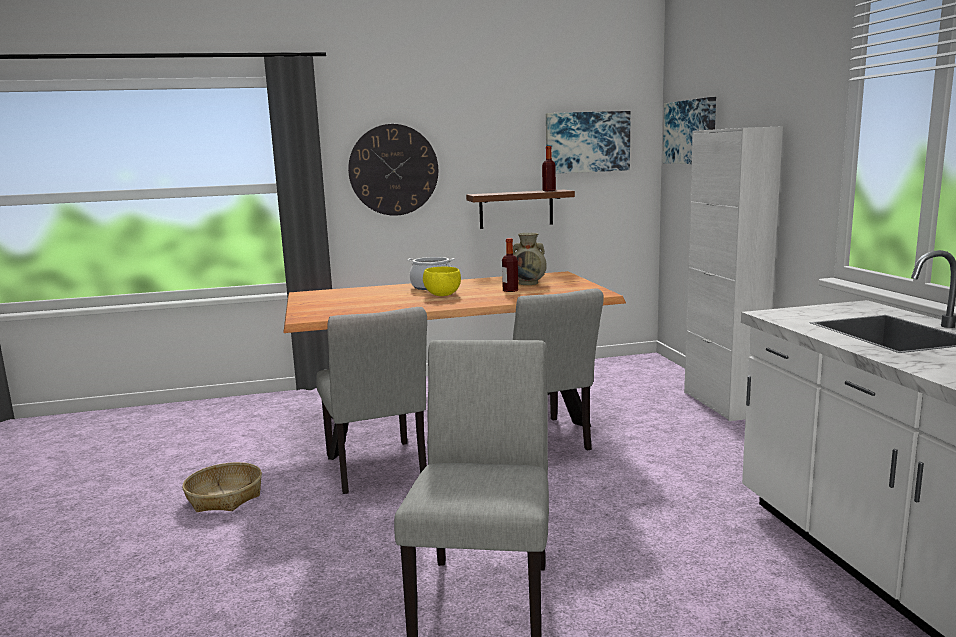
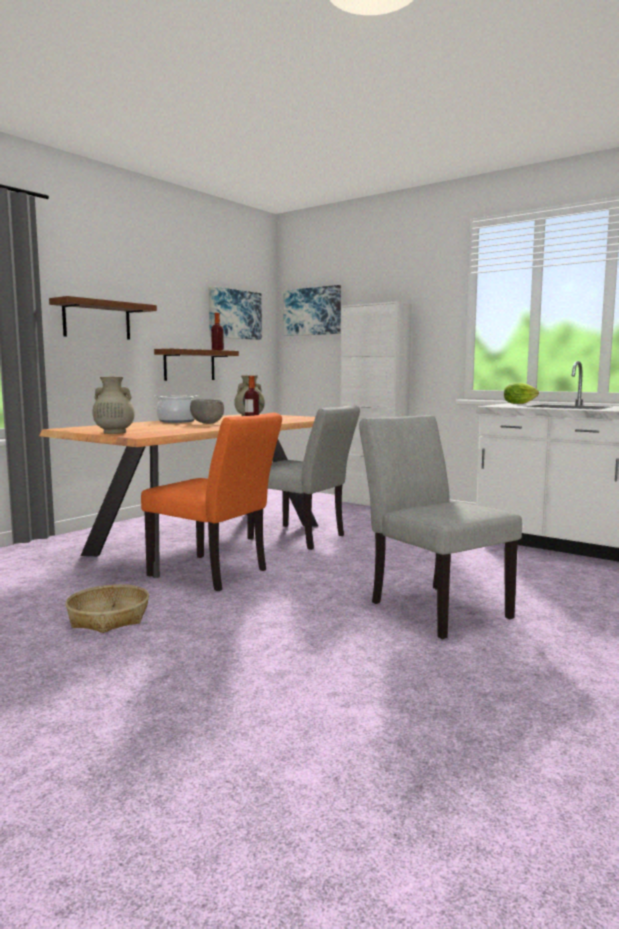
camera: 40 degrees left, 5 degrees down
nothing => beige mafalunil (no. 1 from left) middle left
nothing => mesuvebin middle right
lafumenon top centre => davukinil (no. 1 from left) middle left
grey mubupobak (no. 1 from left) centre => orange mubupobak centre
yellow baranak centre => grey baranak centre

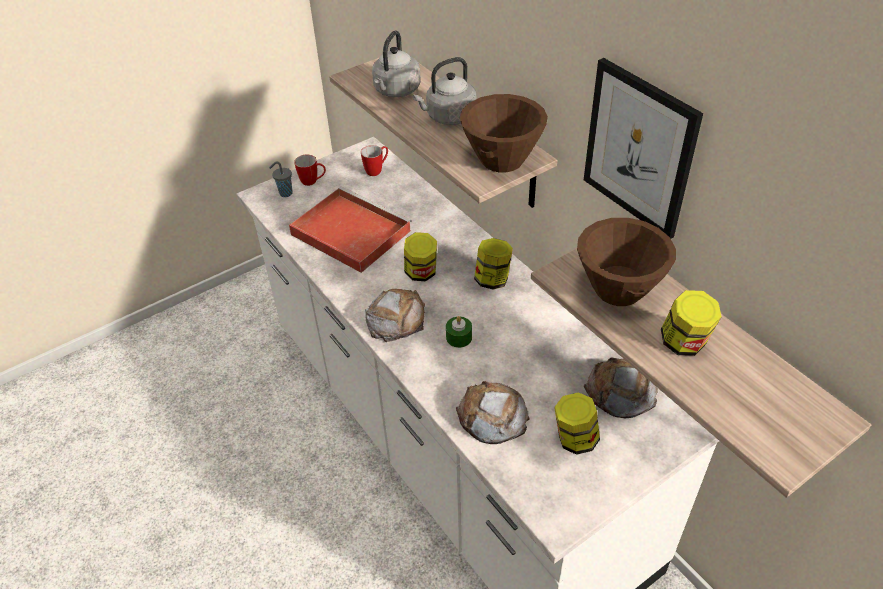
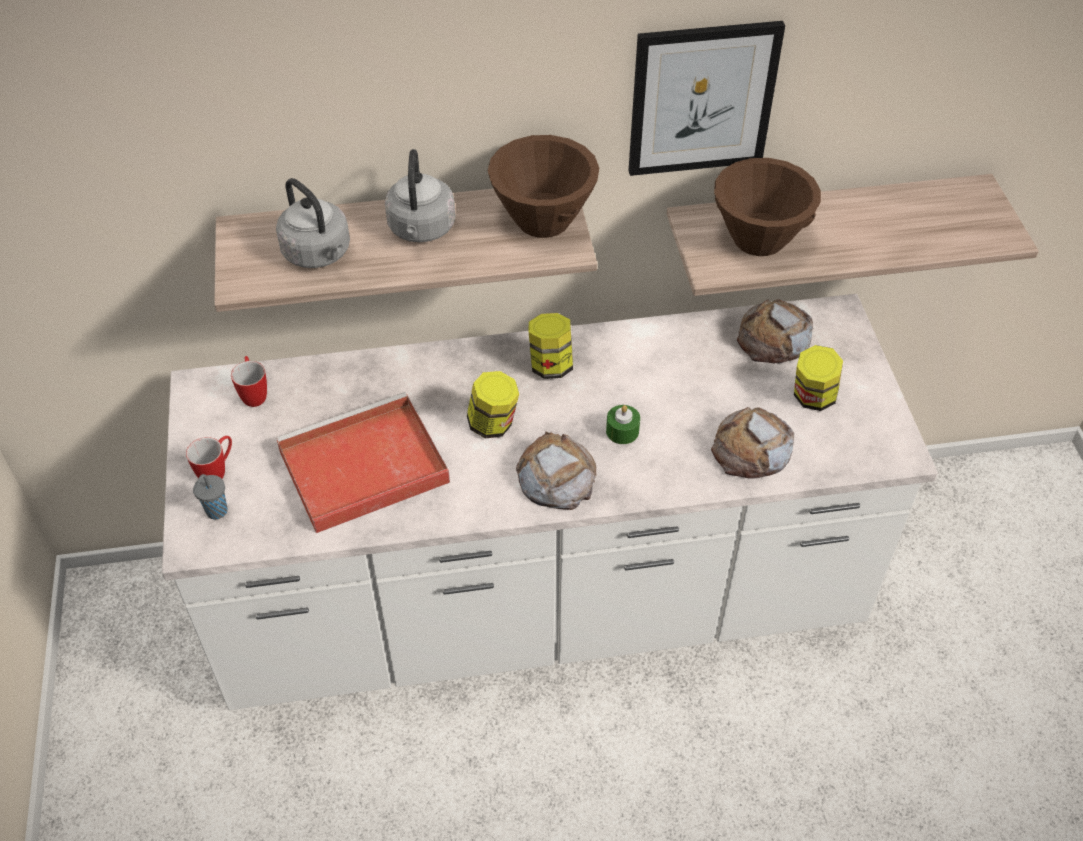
camera: 65 degrees left, 5 degrees up
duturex (no. 4 from left) middle right => nothing

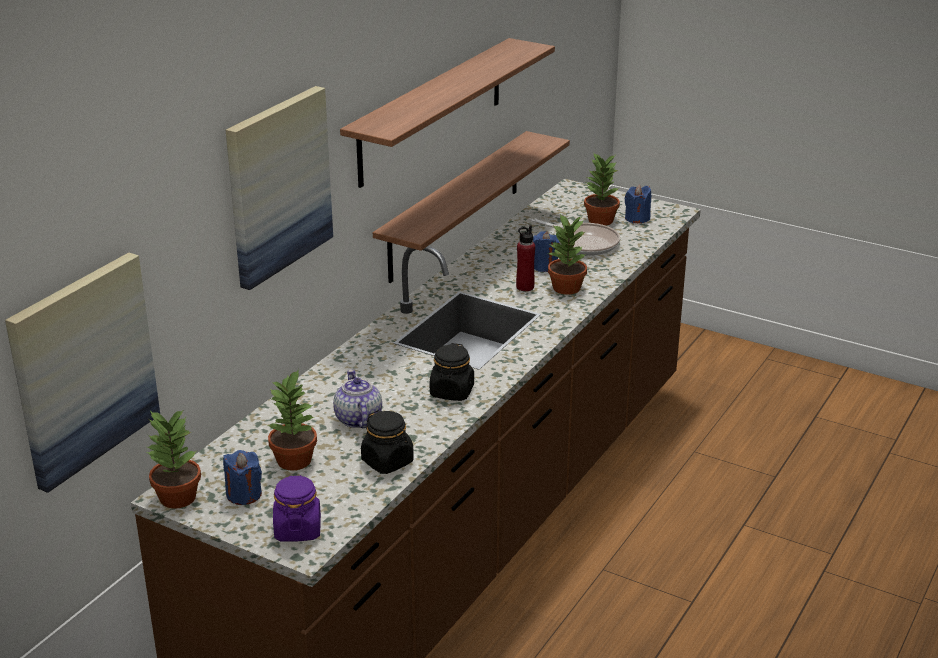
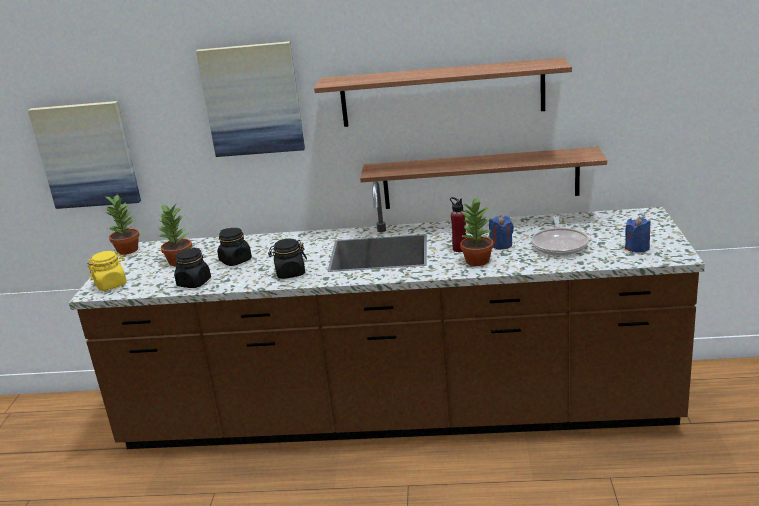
camera: 65 degrees right, 5 degrees down
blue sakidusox (no. 1 from left) bottom left => nothing
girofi (no. 4 from left) top centre => nothing
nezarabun centre => black duturex (no. 2 from left) middle left
purple duturex bottom left => yellow duturex middle left

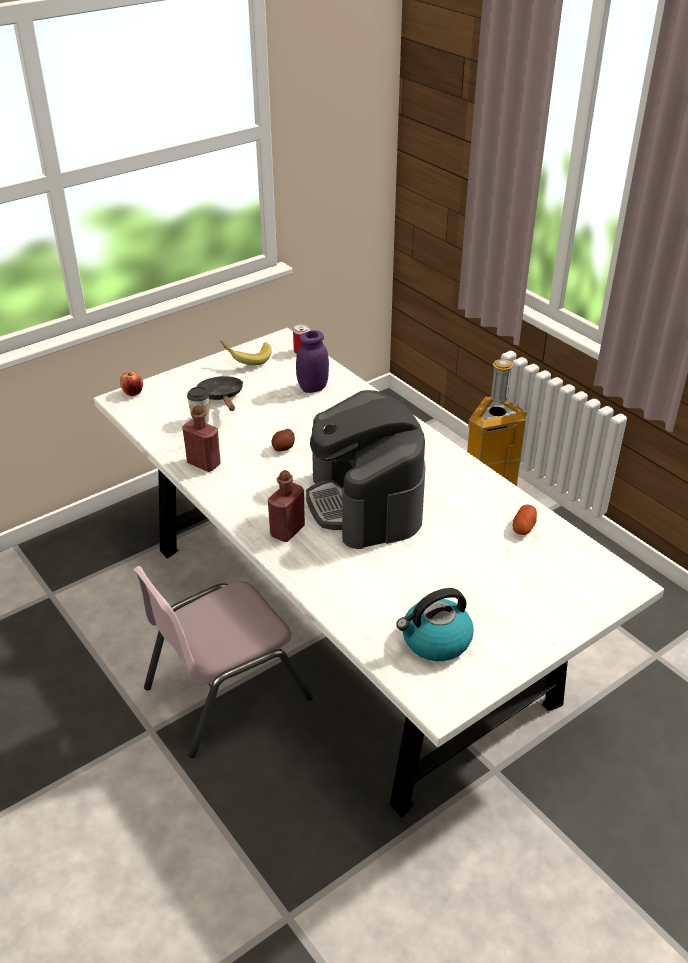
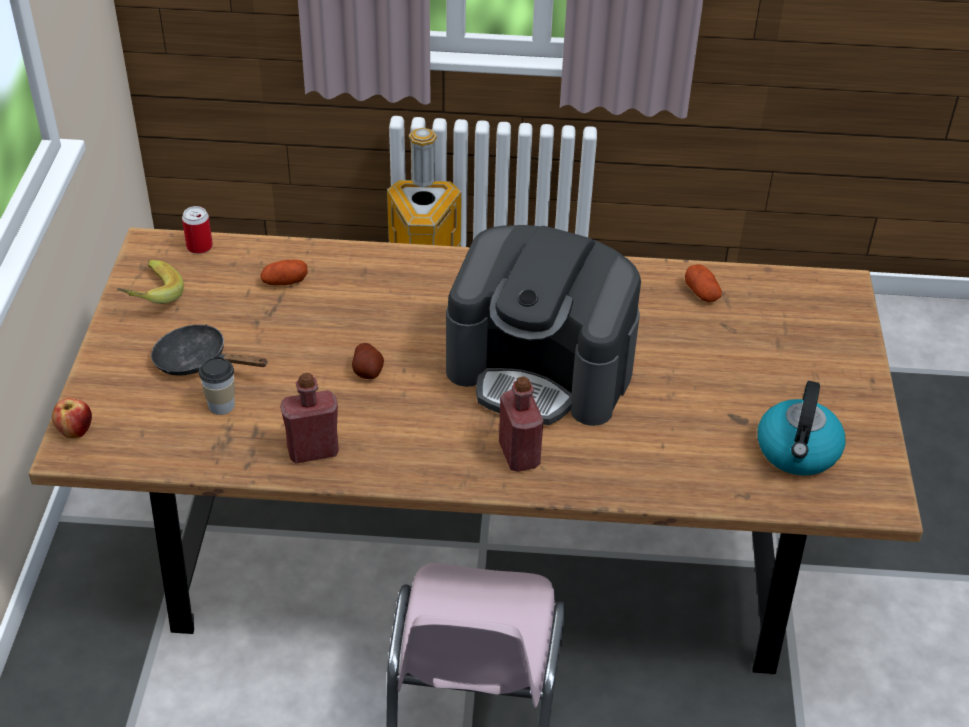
camera: 50 degrees left, 5 degrees up
purple duturex centre => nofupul (no. 1 from left) middle left
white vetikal centre => brown vetikal centre

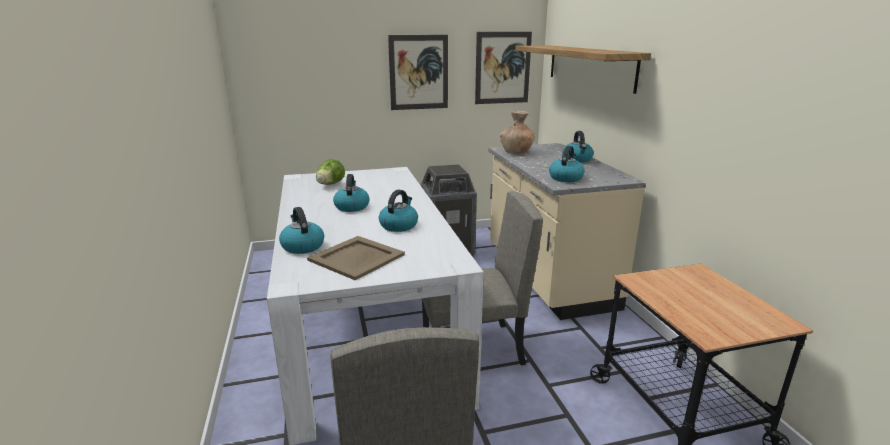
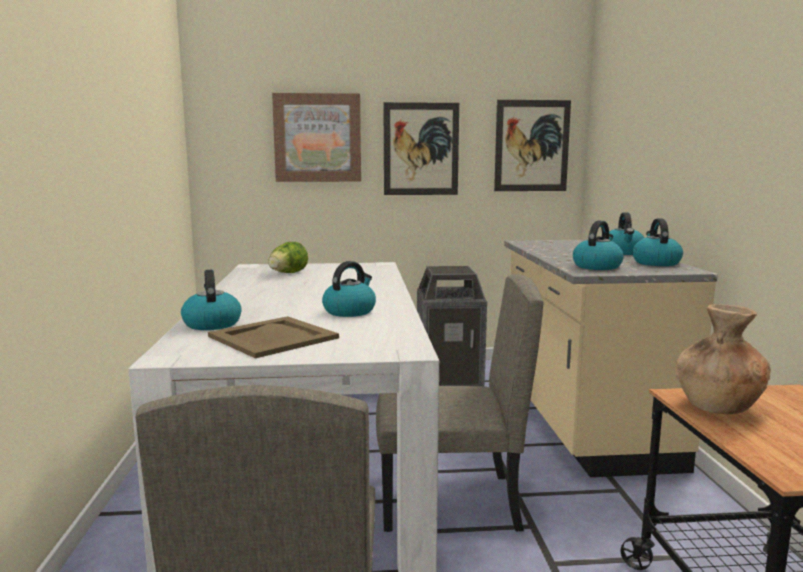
camera: 10 degrees right, 10 degrees down
davukinil top centre => nothing
nothing => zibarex (no. 1 from left) top centre
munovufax (no. 2 from left in the first image) centre => munovufax (no. 5 from left) middle right, relocated
brown mafalunil top centre => brown mafalunil middle right, relocated

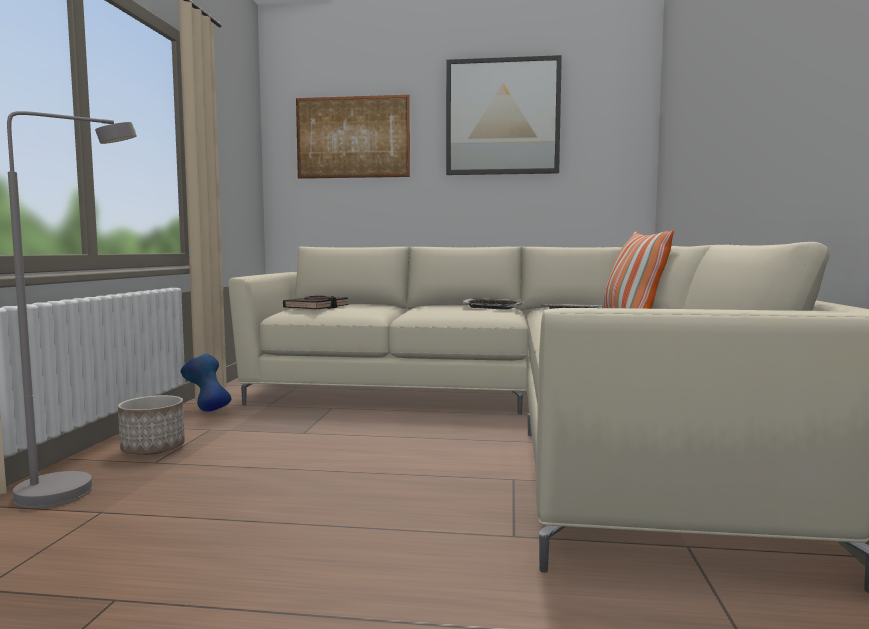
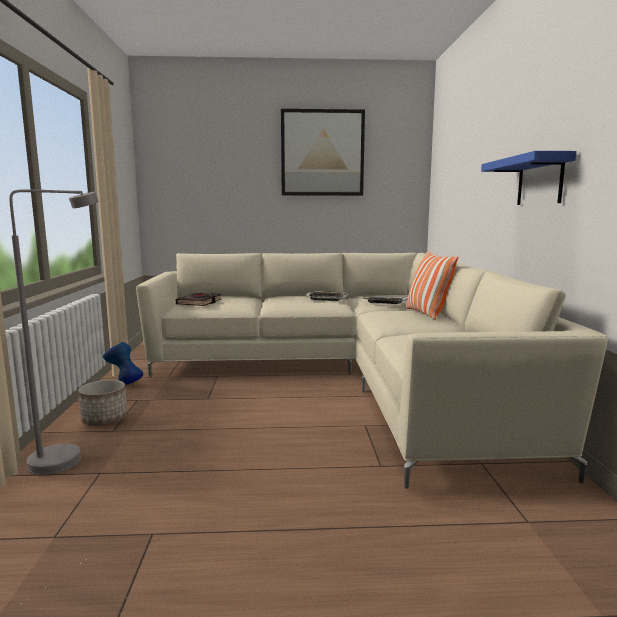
camera: 10 degrees left, 5 degrees up
zibarex (no. 1 from left) top centre => nothing
nothing => blue davukinil top right

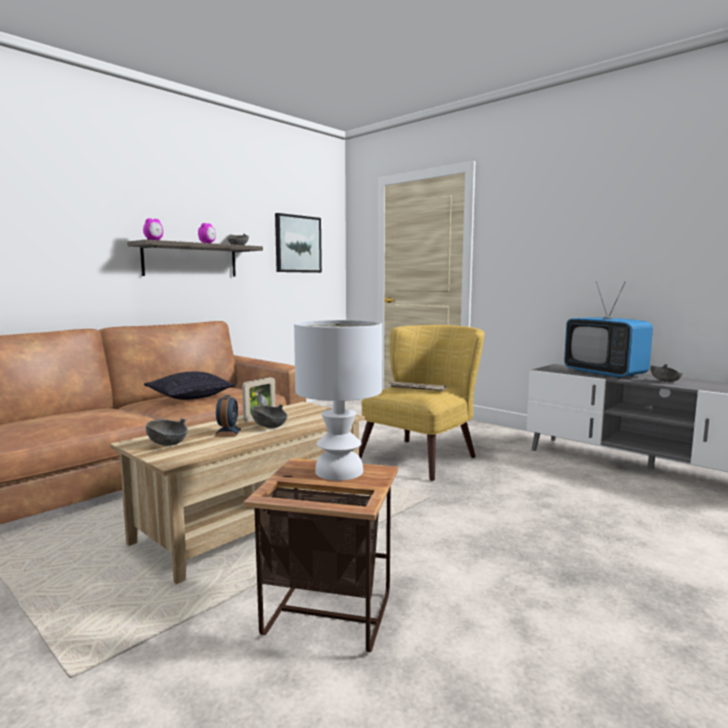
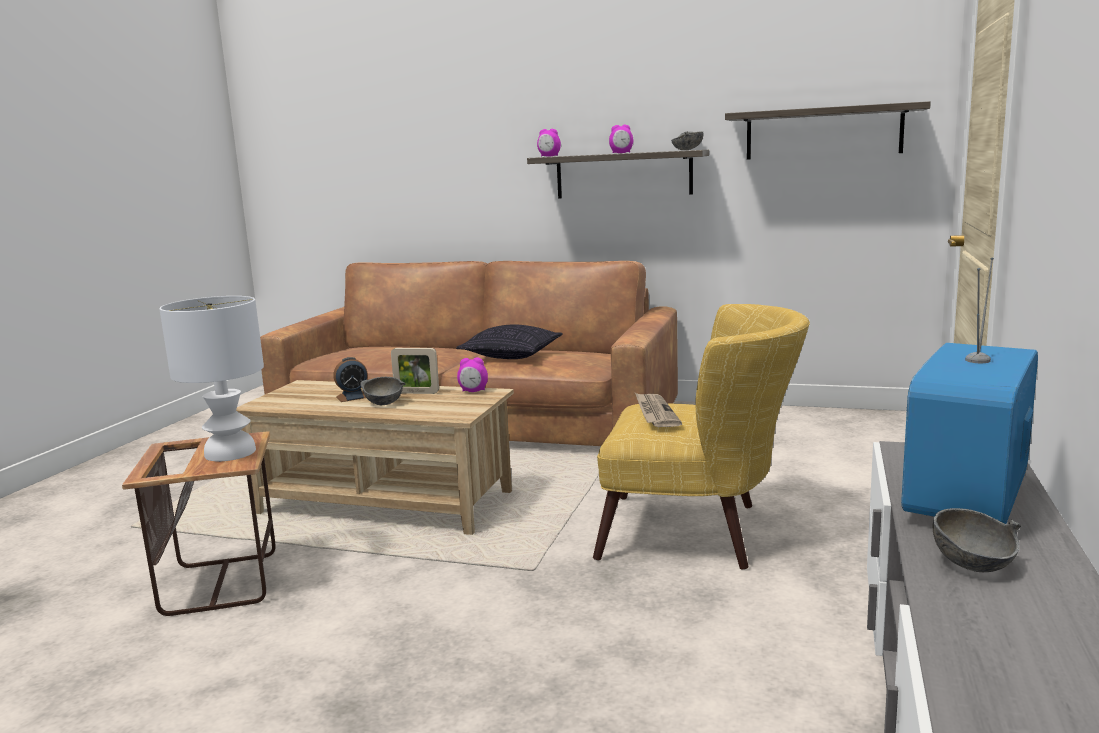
camera: 65 degrees right, 5 degrees up
grey baranak (no. 1 from left) middle left => nothing
nothing => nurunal (no. 2 from left) centre
zibarex centre => davukinil (no. 2 from left) top right

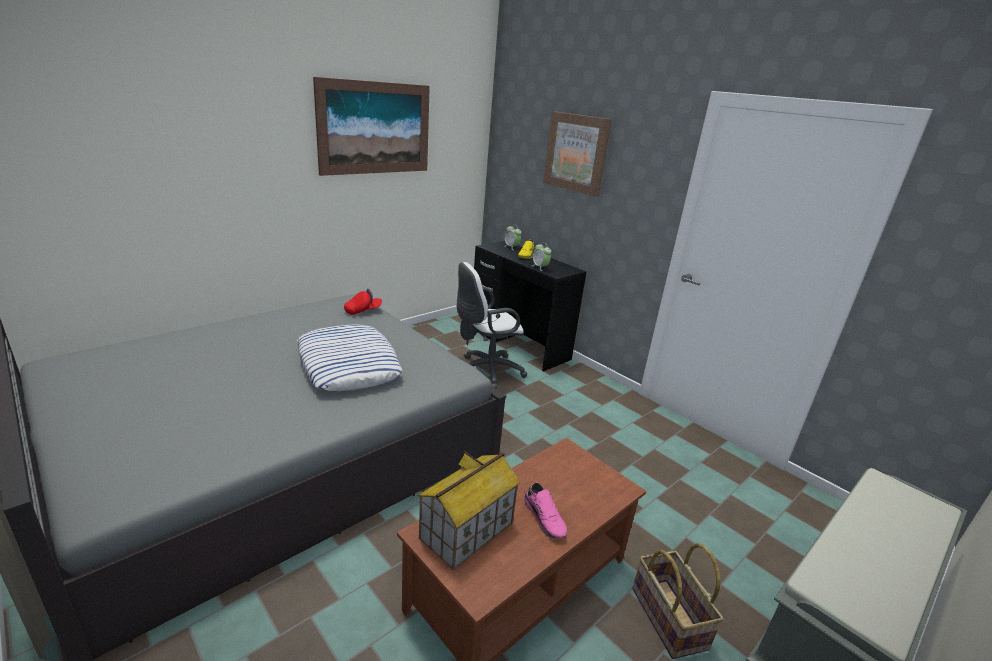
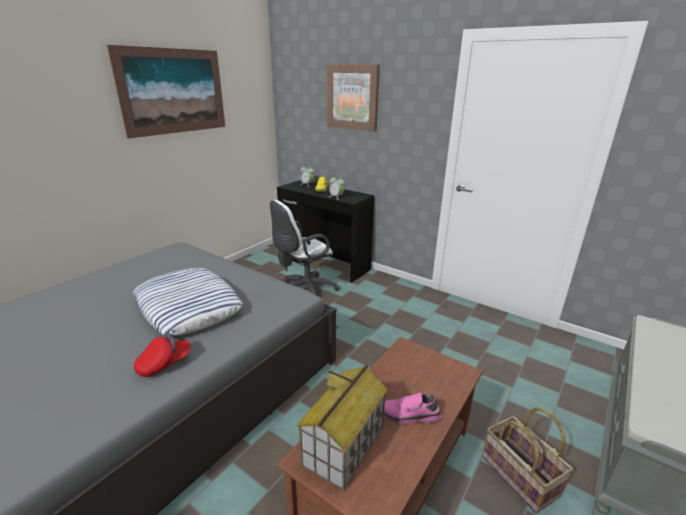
camera: 10 degrees left, 0 degrees up
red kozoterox centre => red kozoterox bottom left, relocated
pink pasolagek bottom centre, 135 degrees clockwise

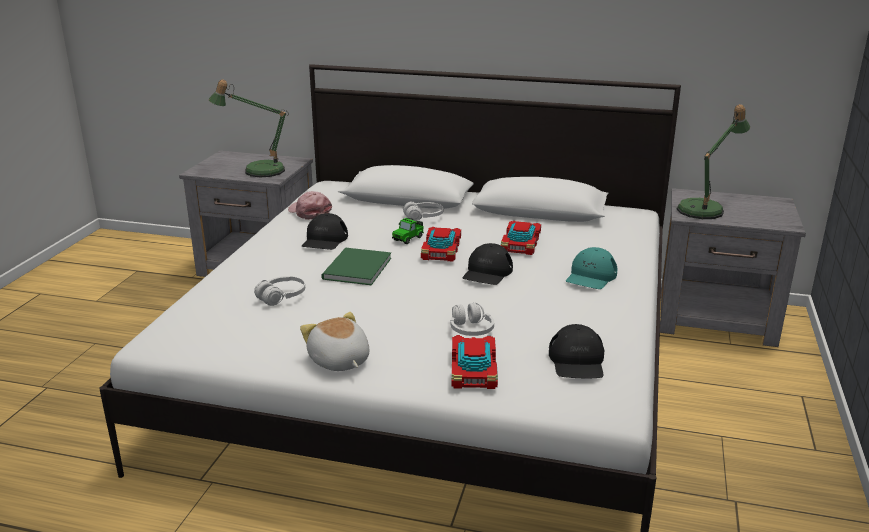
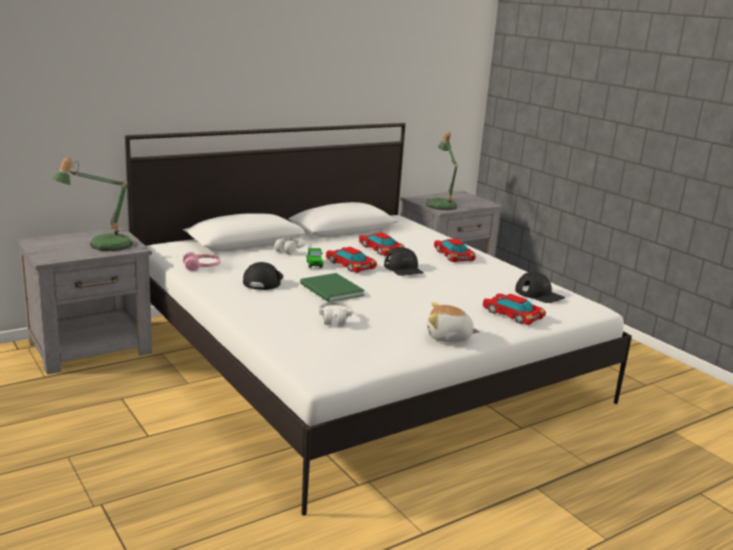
camera: 50 degrees left, 5 degrees down
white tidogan (no. 3 from left) centre => nothing
pink kozoterox centre => pink tidogan middle left
turquoise kozoterox middle right => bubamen (no. 4 from left) centre
black kozoterox (no. 1 from left) centre, 135 degrees counterclockwise

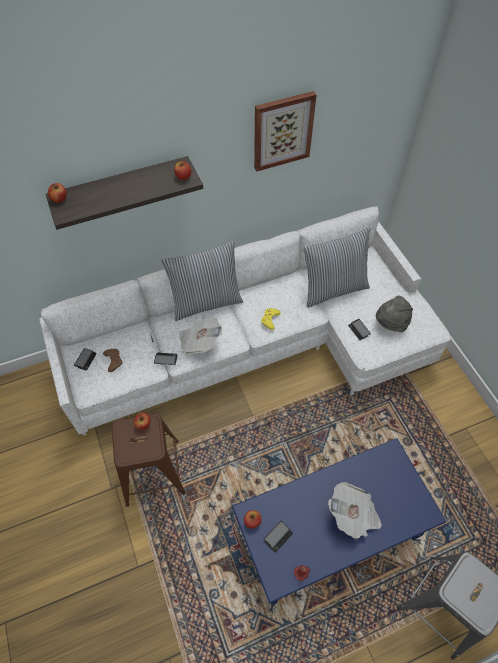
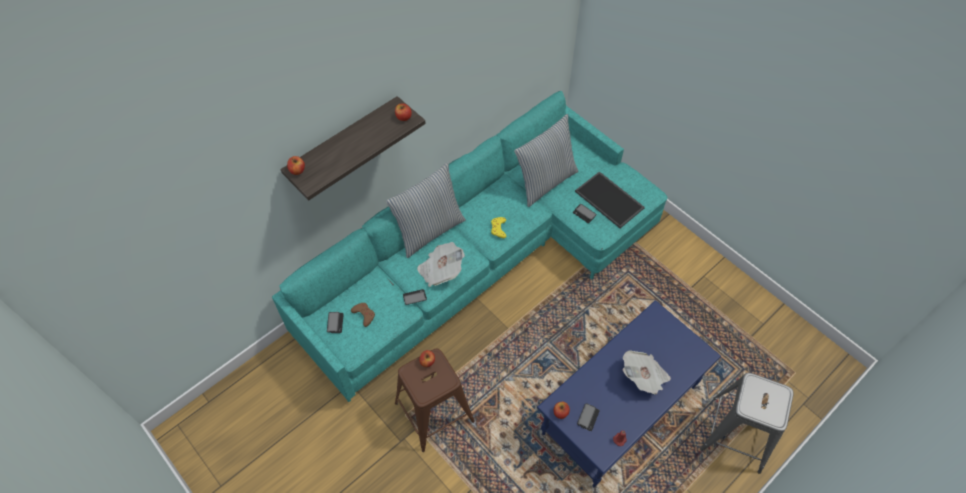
camera: 20 degrees left, 0 degrees up
zibarex top centre => nothing
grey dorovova middle right => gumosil centre
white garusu centre => turquoise garusu centre

